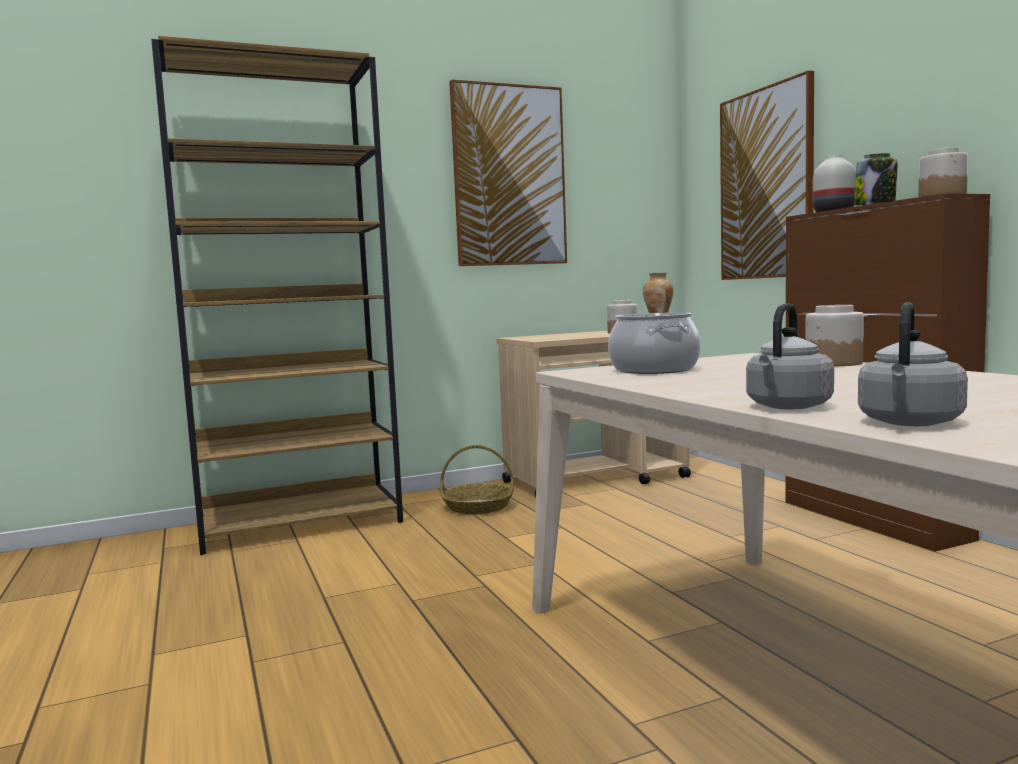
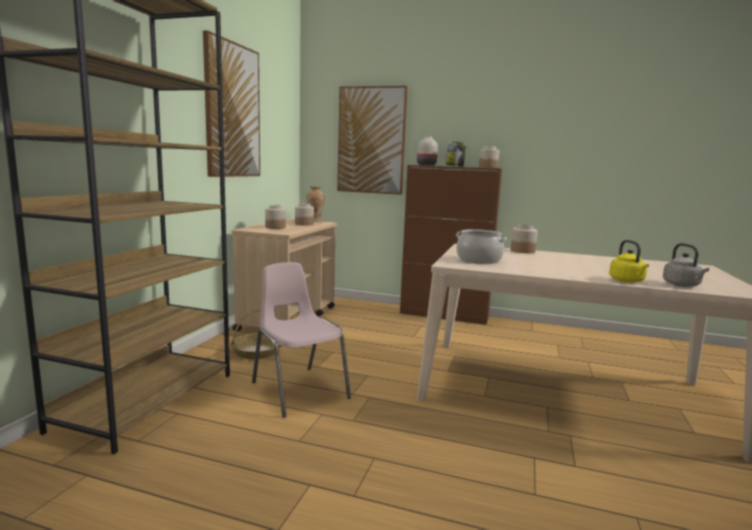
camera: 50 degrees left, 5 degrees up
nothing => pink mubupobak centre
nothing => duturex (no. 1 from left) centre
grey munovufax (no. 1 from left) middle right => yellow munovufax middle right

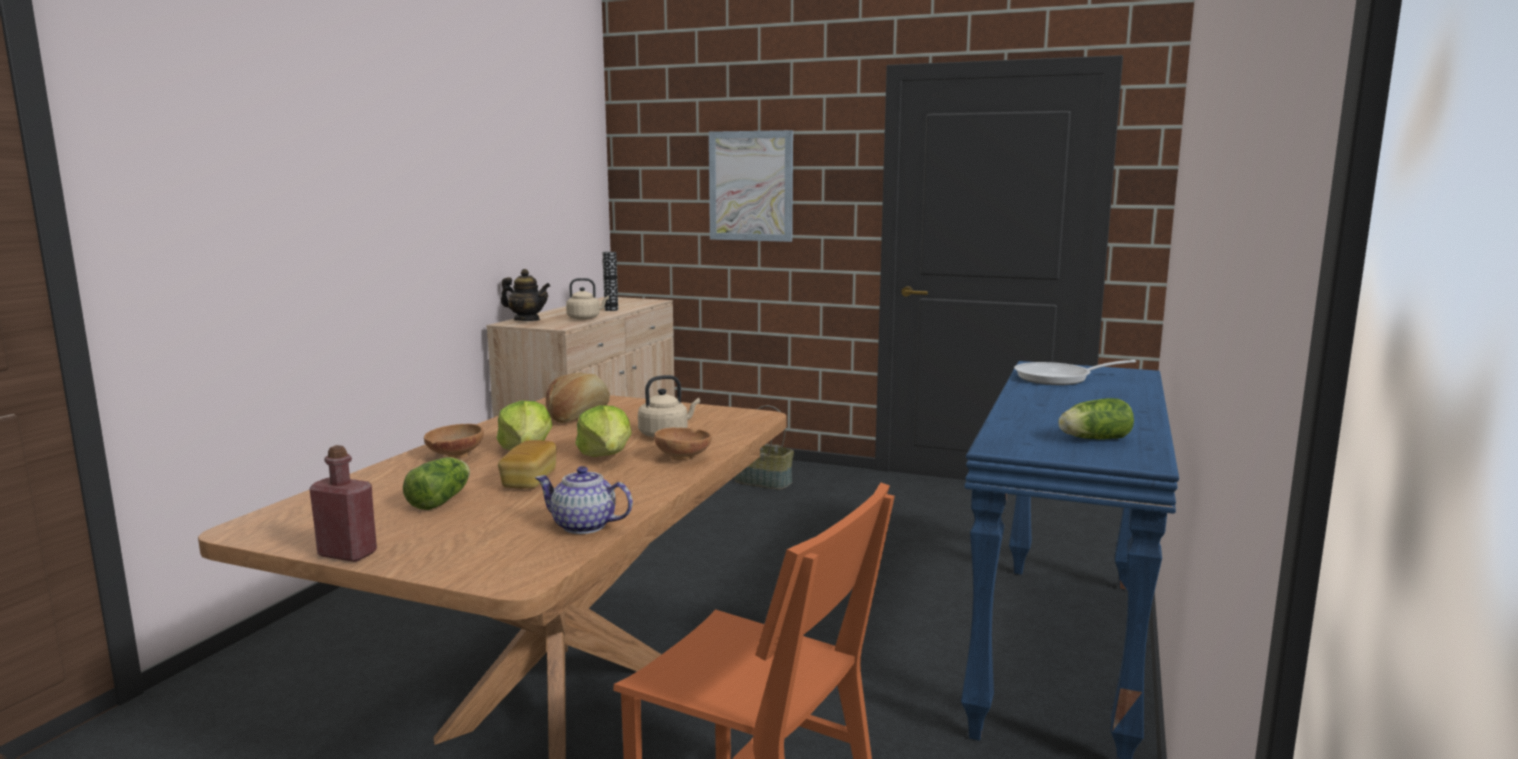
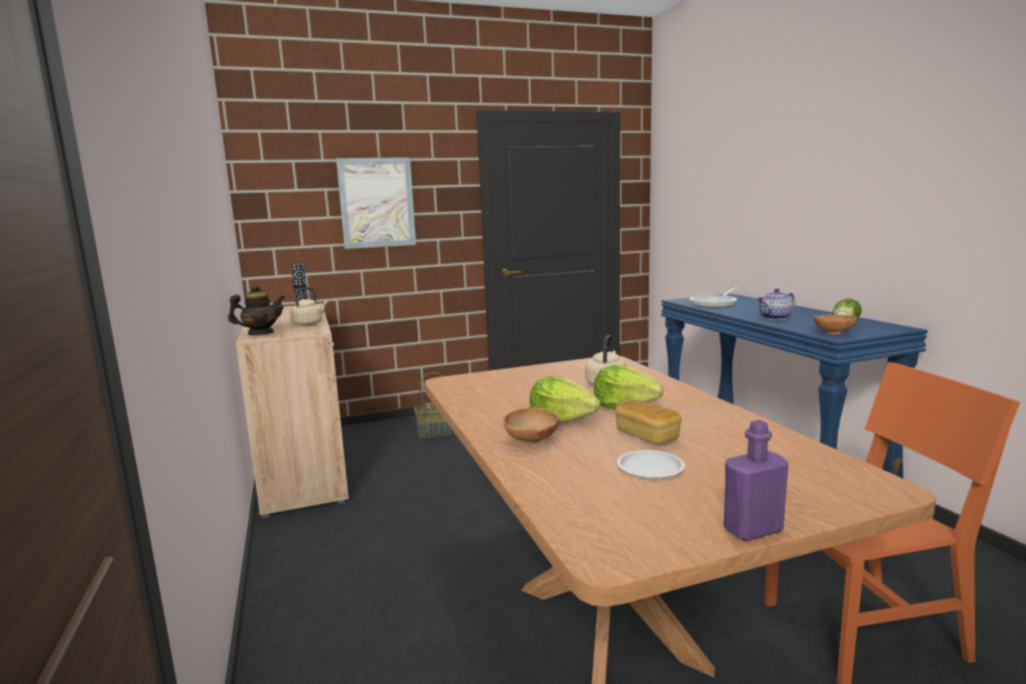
camera: 40 degrees left, 0 degrees up
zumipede (no. 2 from left) centre => nothing
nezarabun (no. 2 from left) centre => nezarabun (no. 2 from left) middle right, relocated
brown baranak (no. 2 from left) centre => brown baranak (no. 2 from left) middle right, relocated
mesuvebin (no. 1 from left) middle left => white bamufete bottom centre
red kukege middle left => purple kukege bottom right

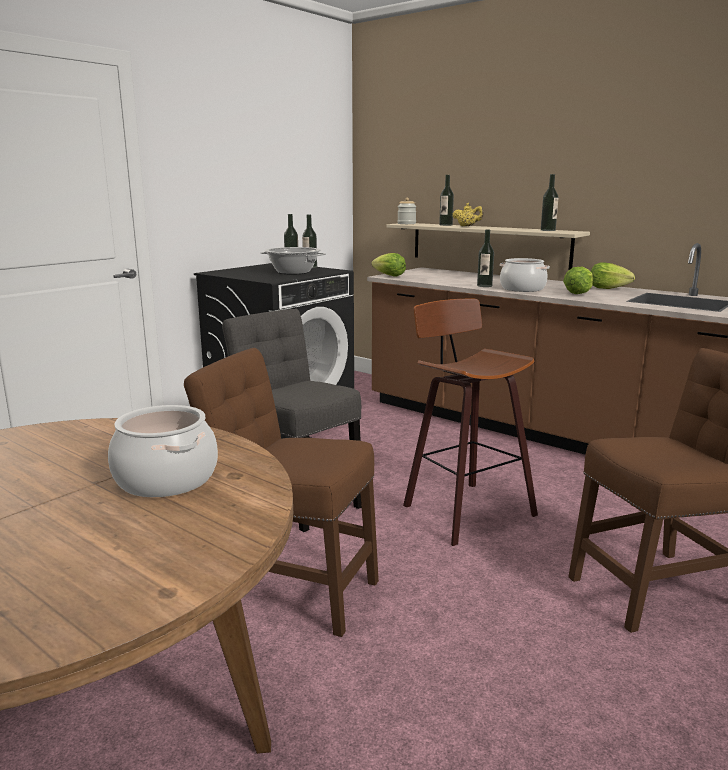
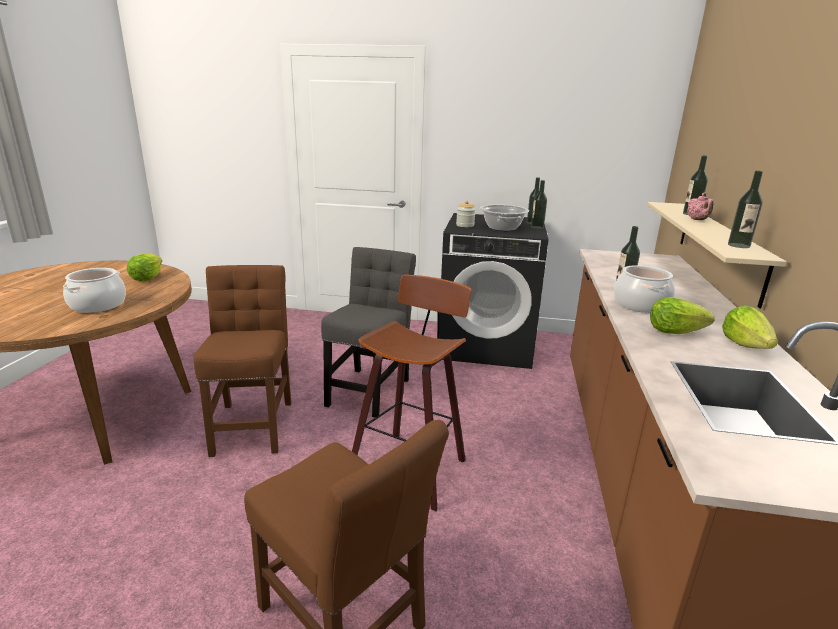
camera: 60 degrees right, 5 degrees up
mesuvebin (no. 1 from left) centre => mesuvebin (no. 1 from left) middle left, relocated
duturex top centre => duturex centre, relocated
yellow nezarabun top centre => pink nezarabun top right

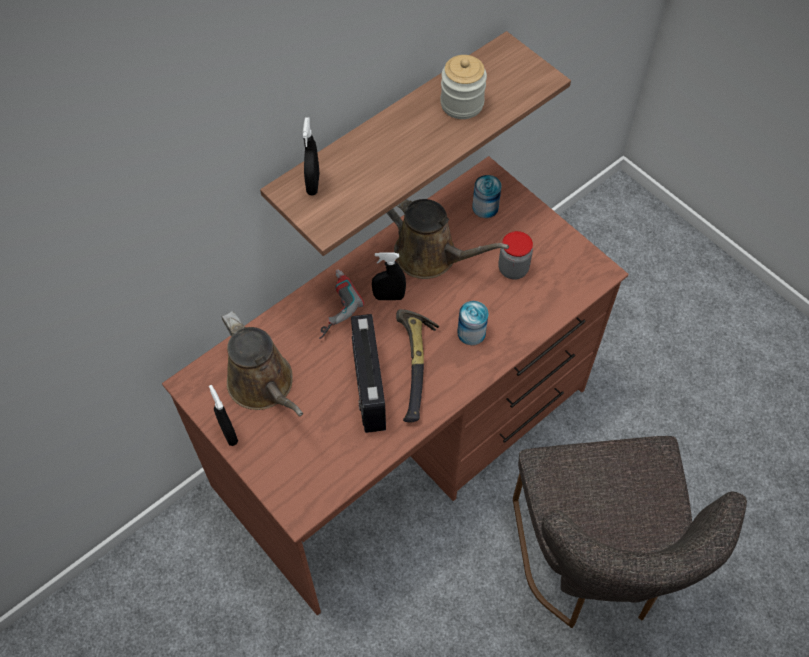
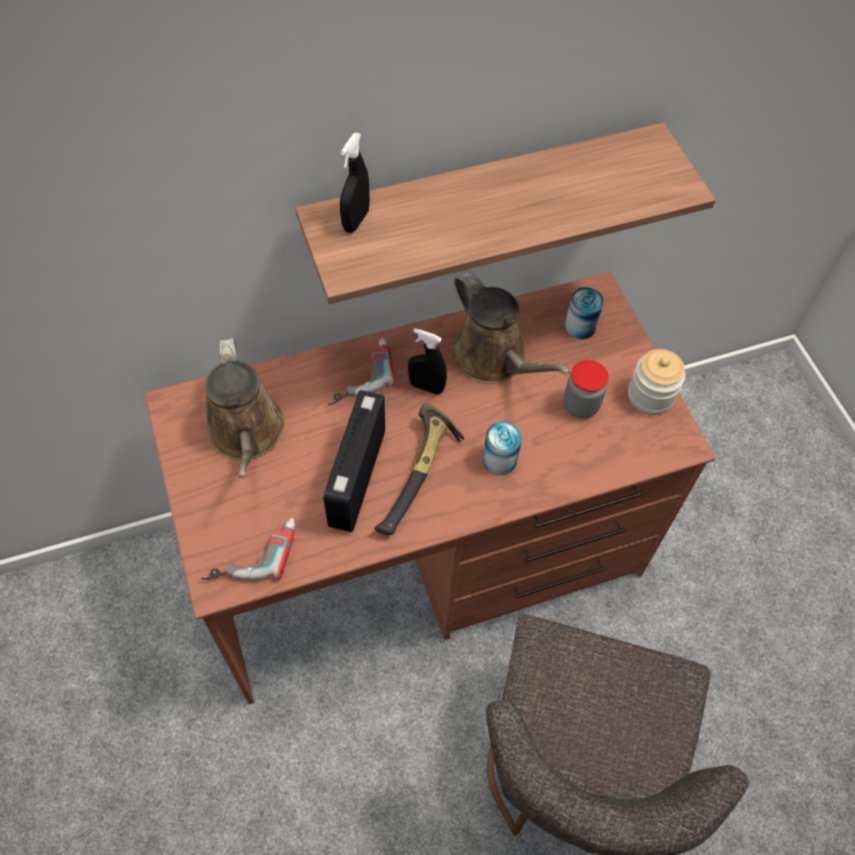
camera: 20 degrees right, 0 degrees up
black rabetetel (no. 1 from left) middle left => nothing
nothing => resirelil (no. 1 from left) middle left
duturex (no. 1 from left in the first image) top centre => duturex (no. 2 from left) middle right, relocated

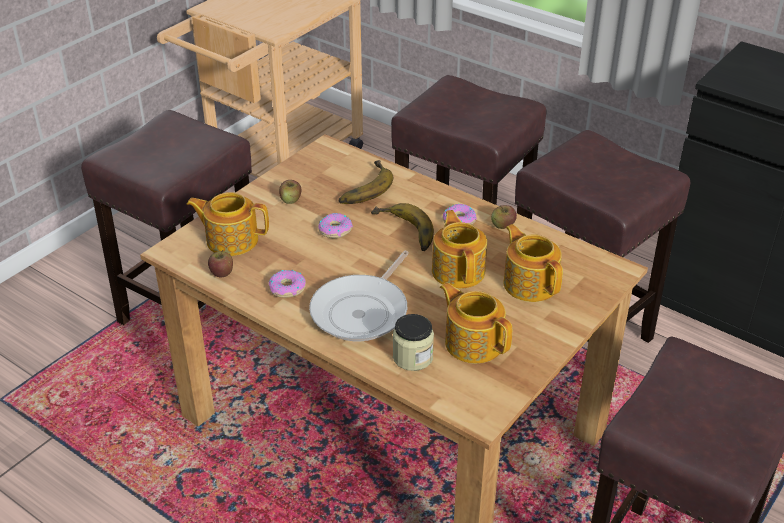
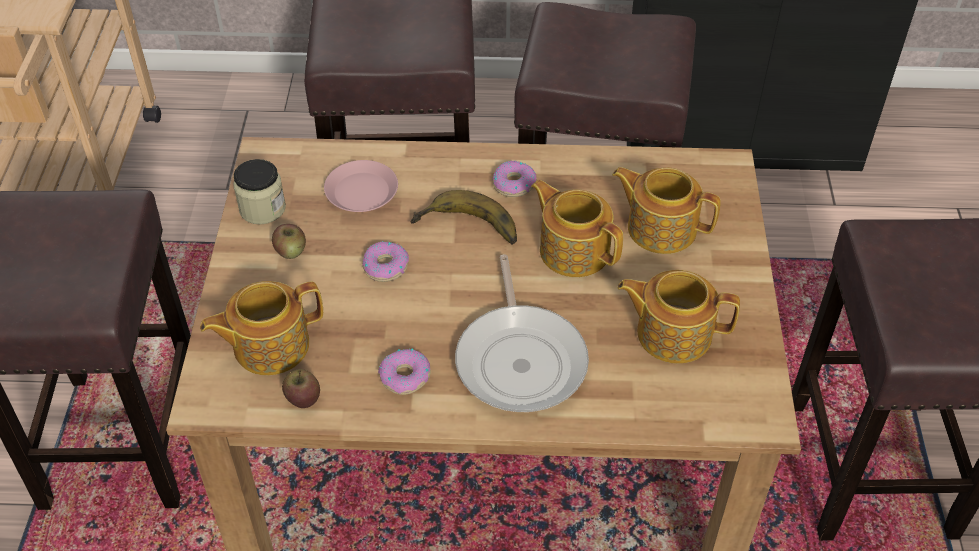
camera: 35 degrees left, 10 degrees up
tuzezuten (no. 3 from left) centre => nothing
duturex centre => duturex middle left, relocated
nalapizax (no. 1 from left) centre => pink bamufete centre

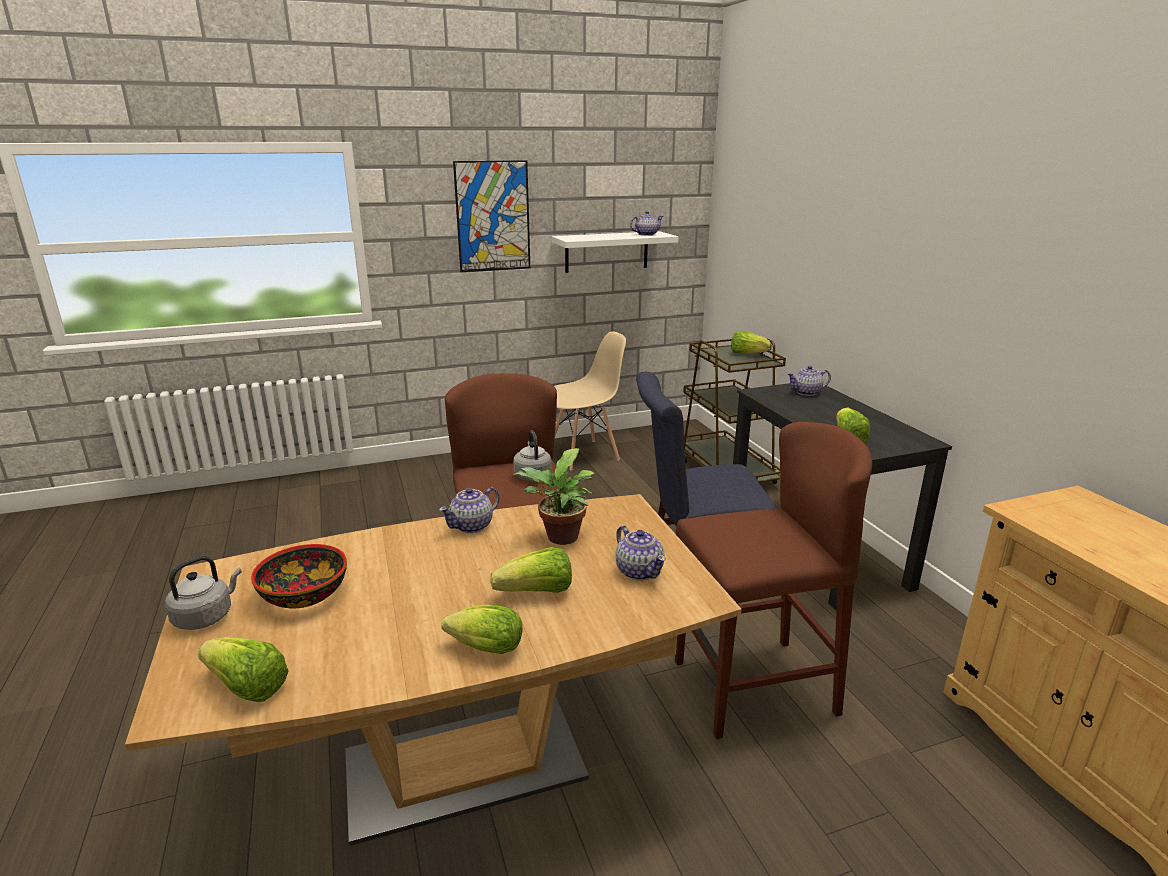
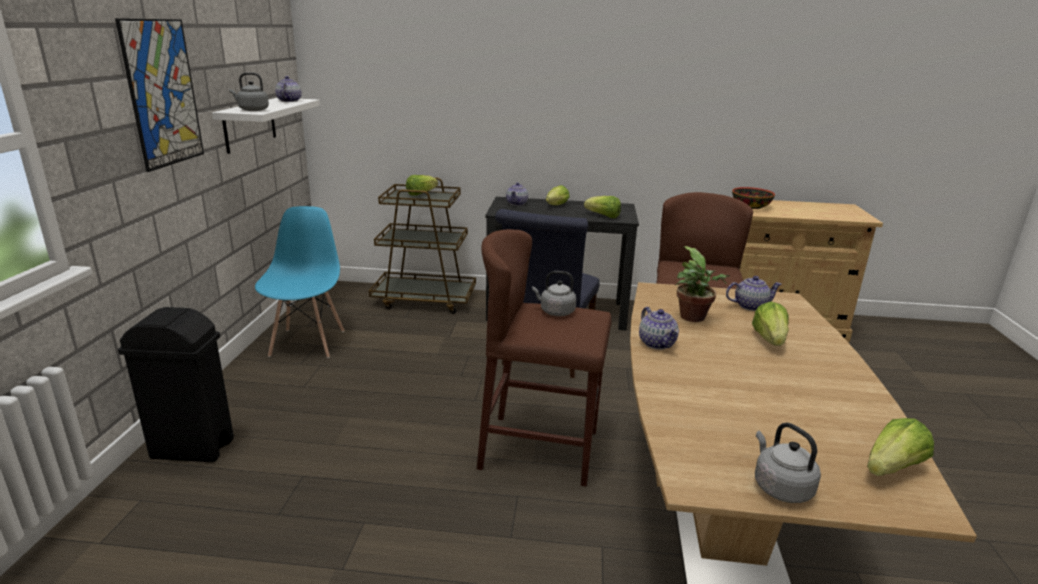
camera: 65 degrees left, 0 degrees up
nothing => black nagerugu middle left
nothing => grey munovufax (no. 1 from left) top left
baranak middle left => baranak middle right, relocated
mesuvebin (no. 2 from left) bottom centre => mesuvebin (no. 2 from left) centre, relocated
beige mubupobak centre => blue mubupobak (no. 1 from left) middle left

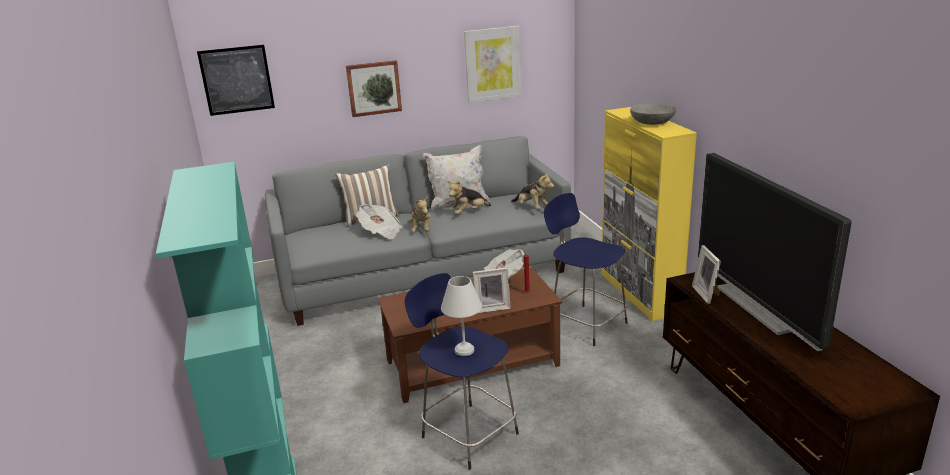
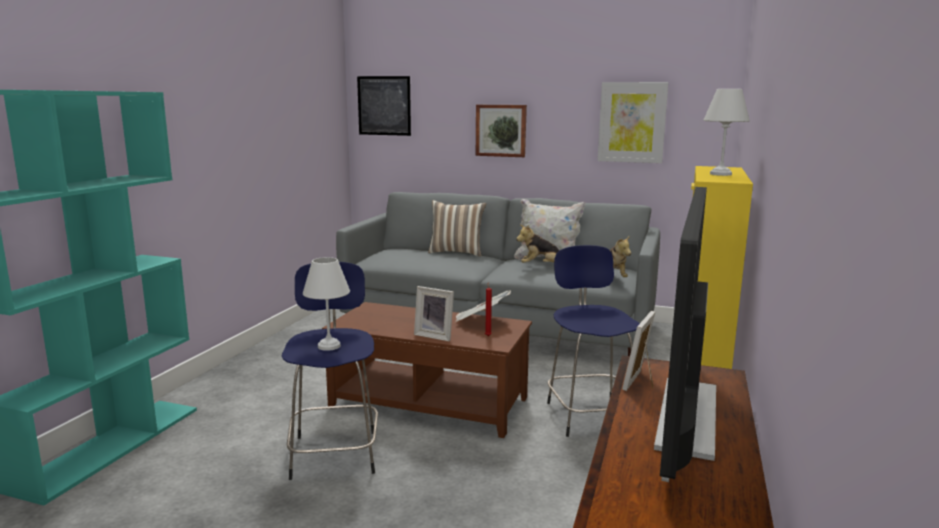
camera: 35 degrees right, 10 degrees down
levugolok (no. 1 from left) centre => nothing
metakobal (no. 1 from left) centre => nothing
grey baranak top right => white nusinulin (no. 2 from left) top right

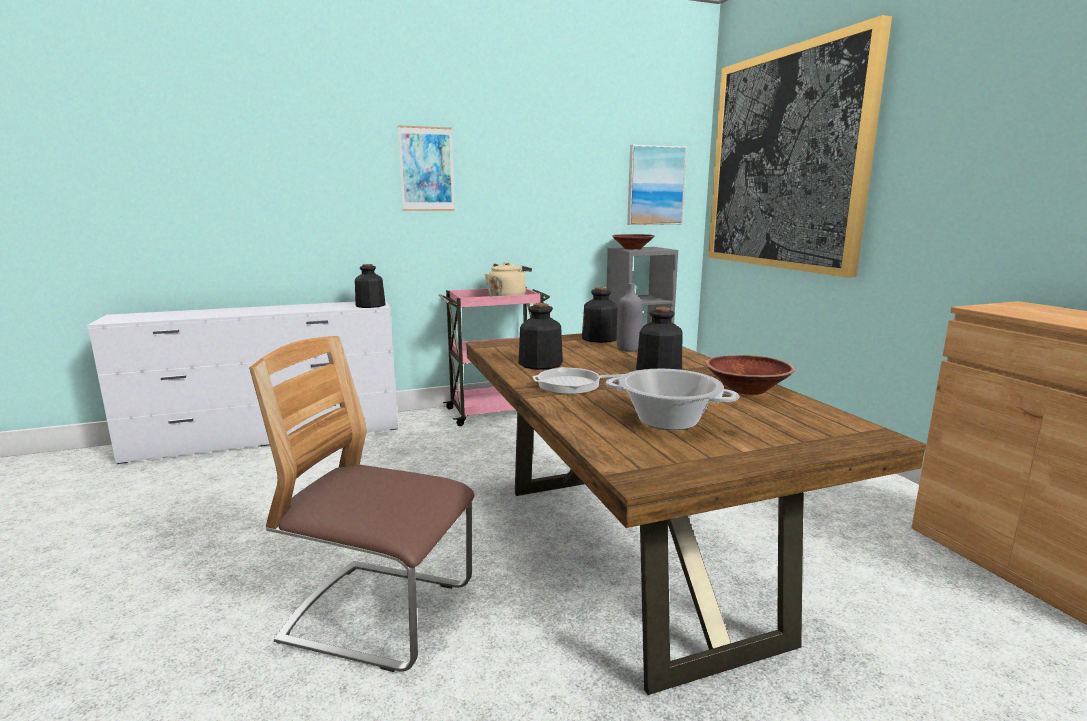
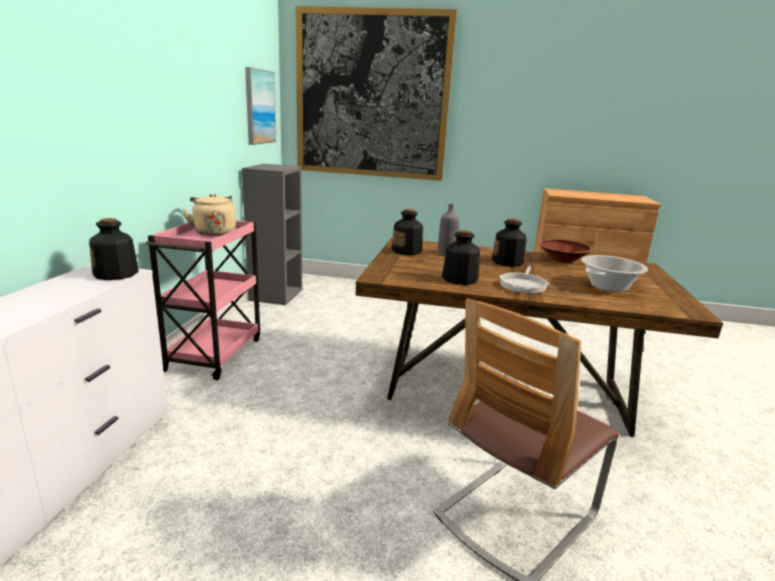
camera: 60 degrees left, 5 degrees up
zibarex (no. 1 from left) top centre => nothing
brown baranak (no. 1 from left) centre => nothing

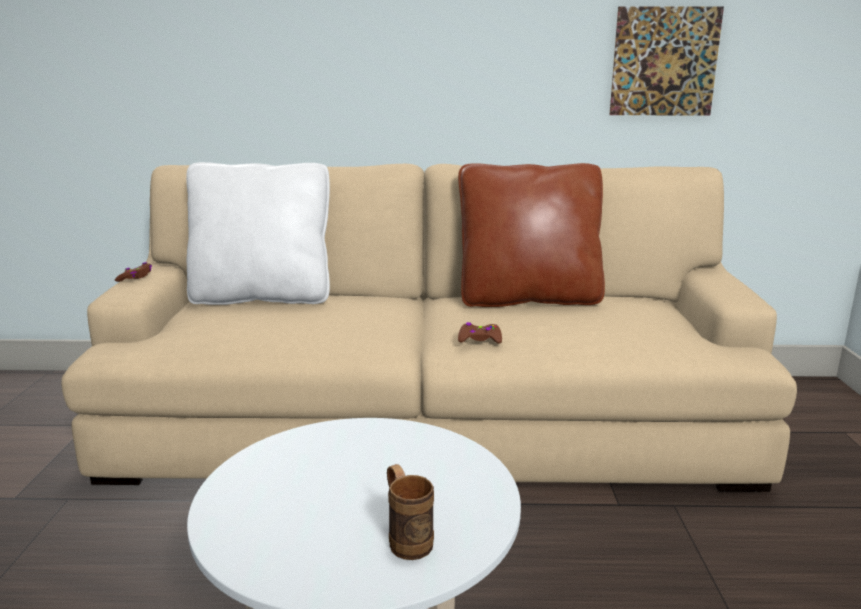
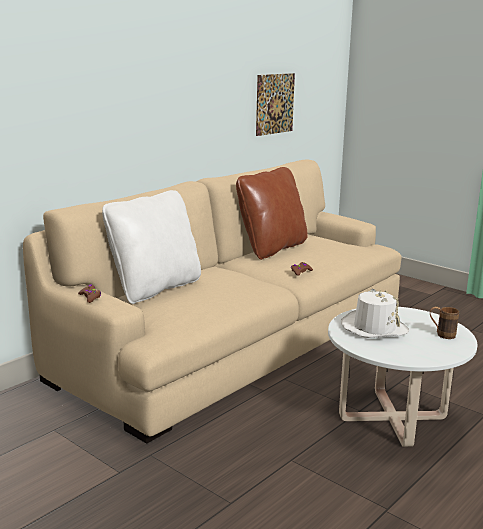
camera: 50 degrees left, 0 degrees up
nothing => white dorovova middle right

